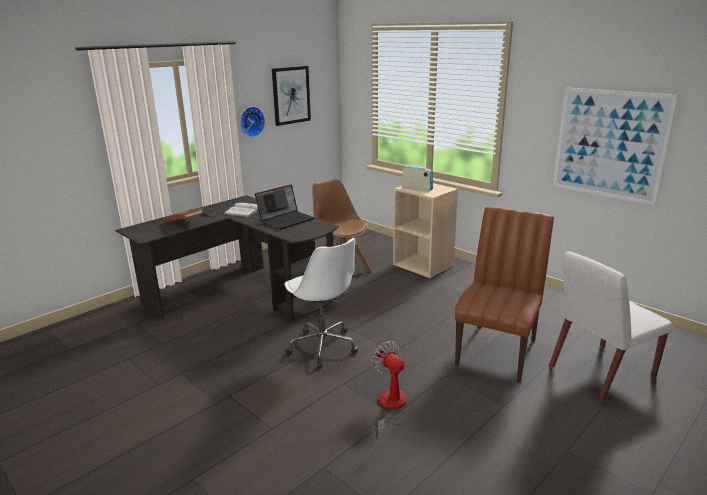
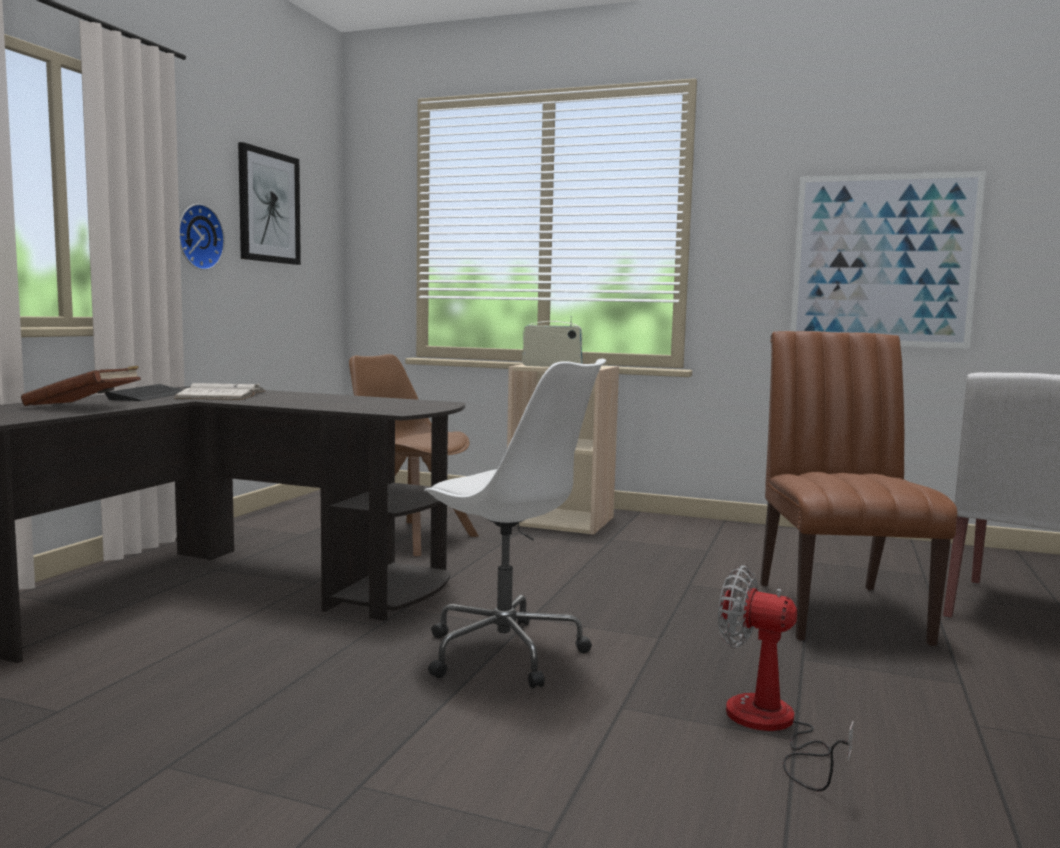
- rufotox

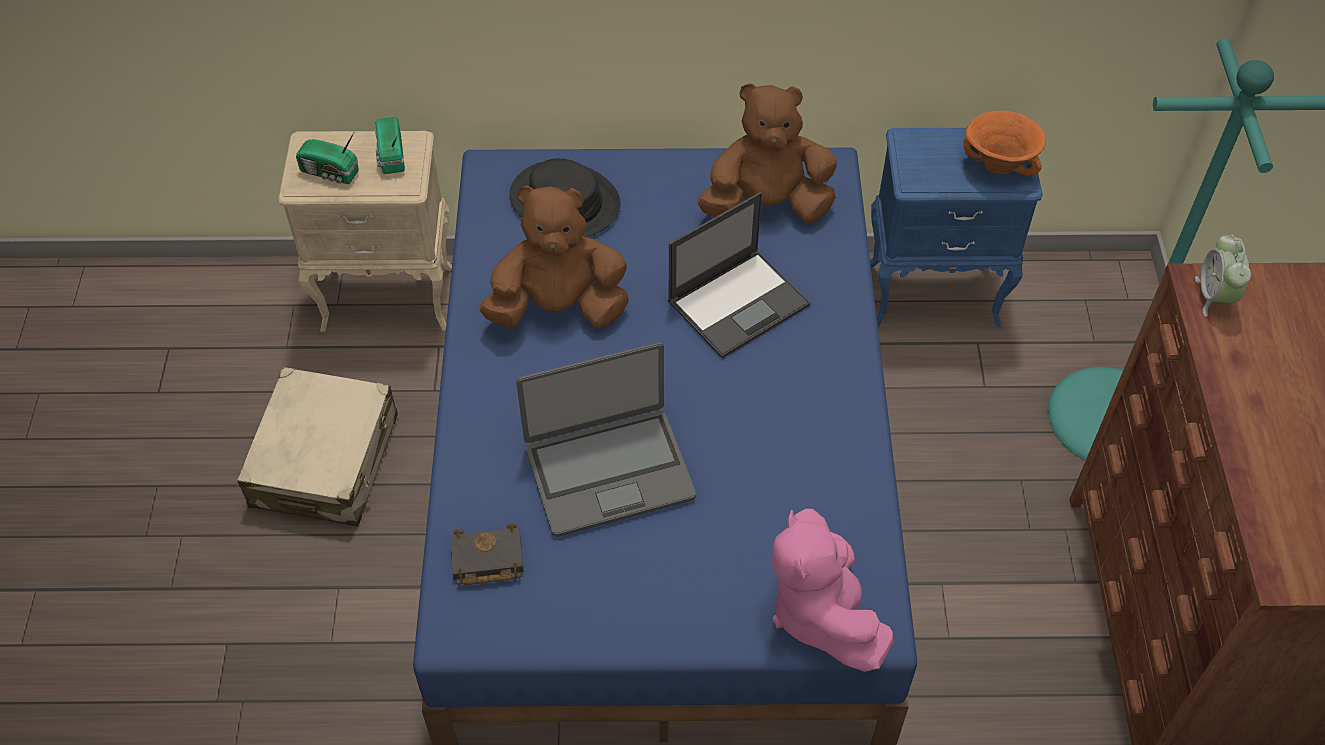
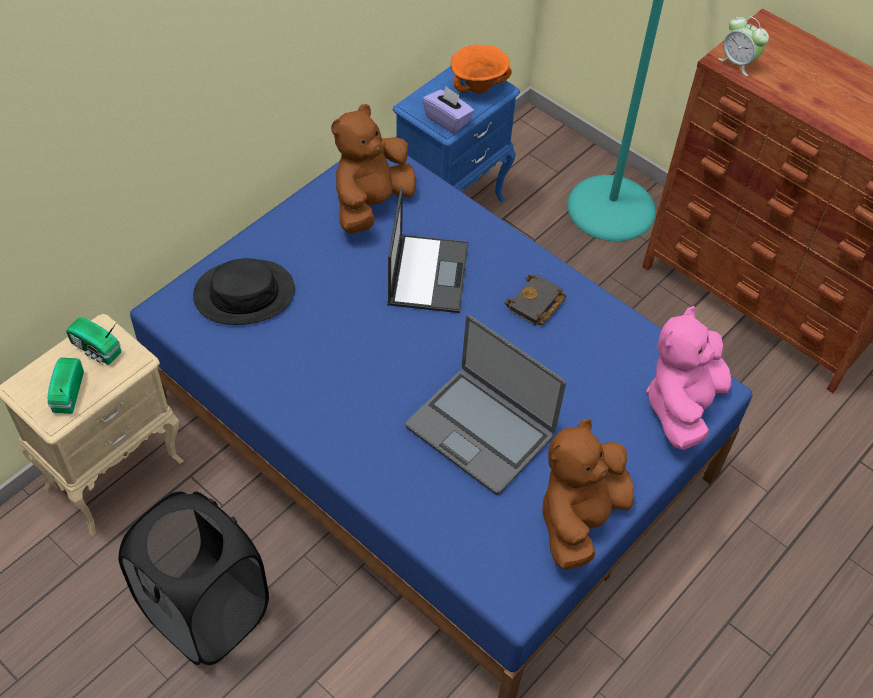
+ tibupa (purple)
~ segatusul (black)
~ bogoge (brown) (1st from left in the first image) to bogoge (brown) (2nd from left)
~ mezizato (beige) to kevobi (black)
~ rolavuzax (1st from left) 120 degrees clockwise
~ rufotox (1st from left in the first image) 105 degrees clockwise
~ bogoge (pink) 90 degrees clockwise

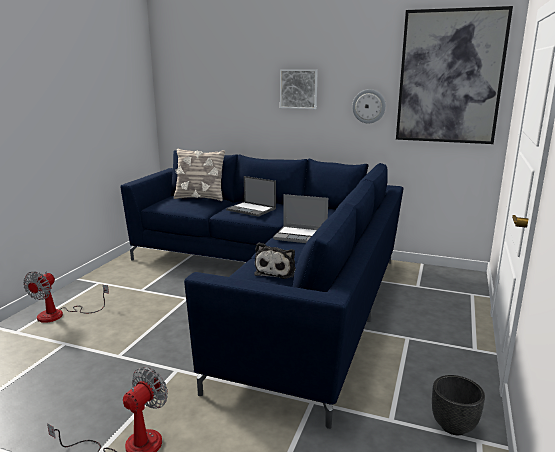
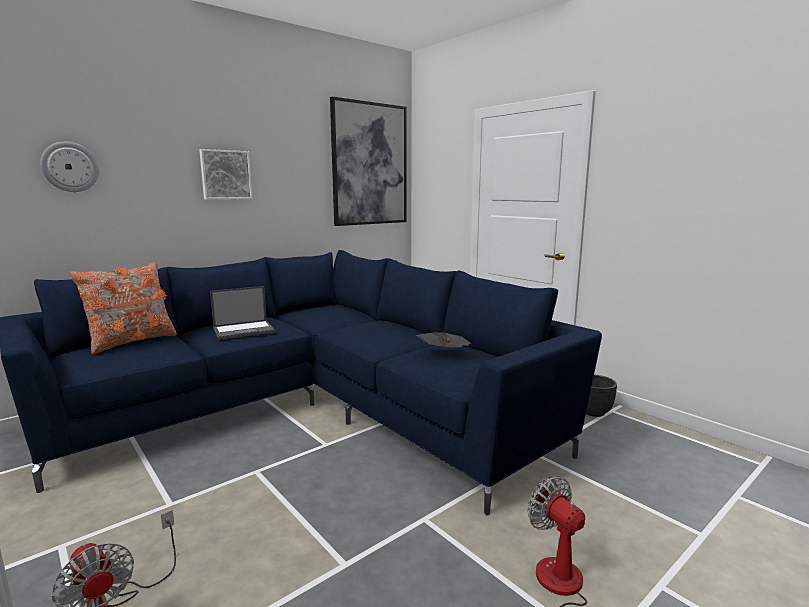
- rufotox (2nd from left)
~ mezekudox
~ bogoge to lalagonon
~ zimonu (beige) to zimonu (orange)

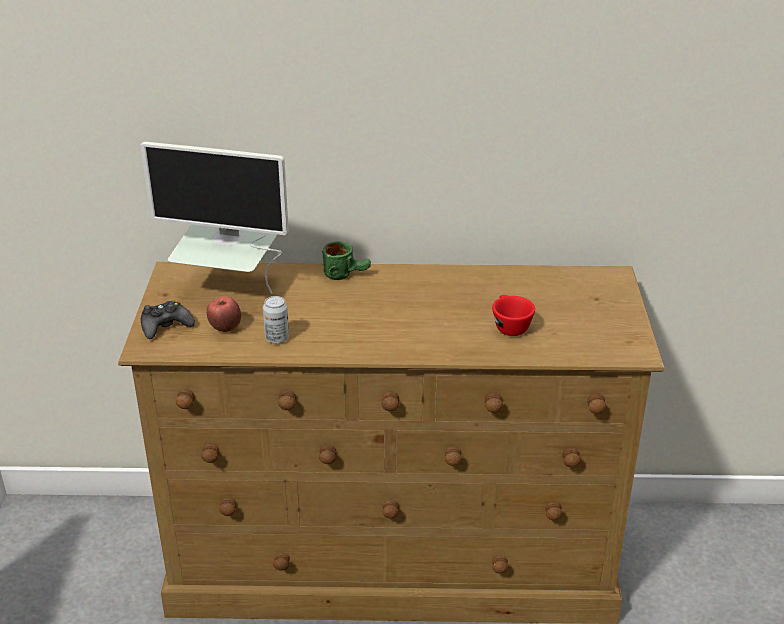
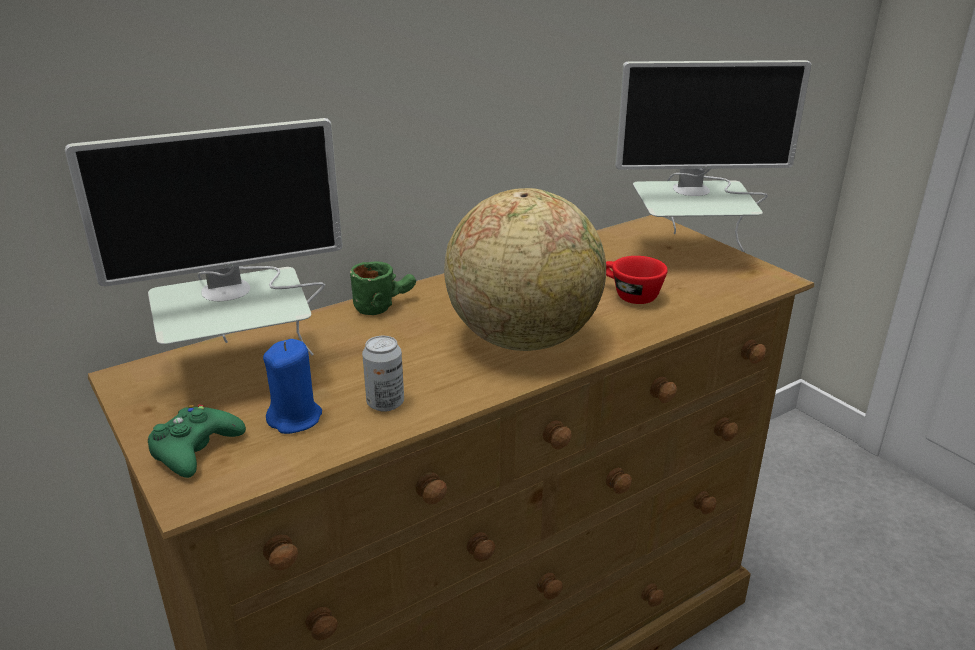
+ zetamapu
+ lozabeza (2nd from left)
~ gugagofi to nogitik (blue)
~ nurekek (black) to nurekek (green)

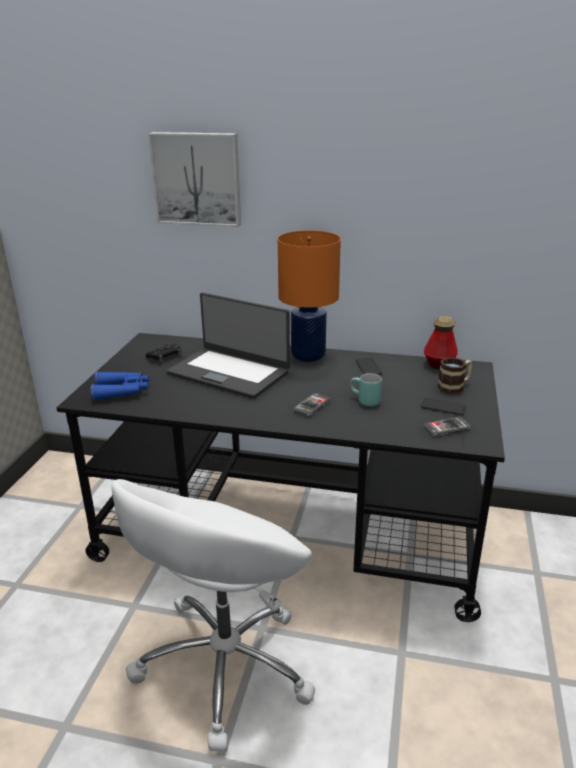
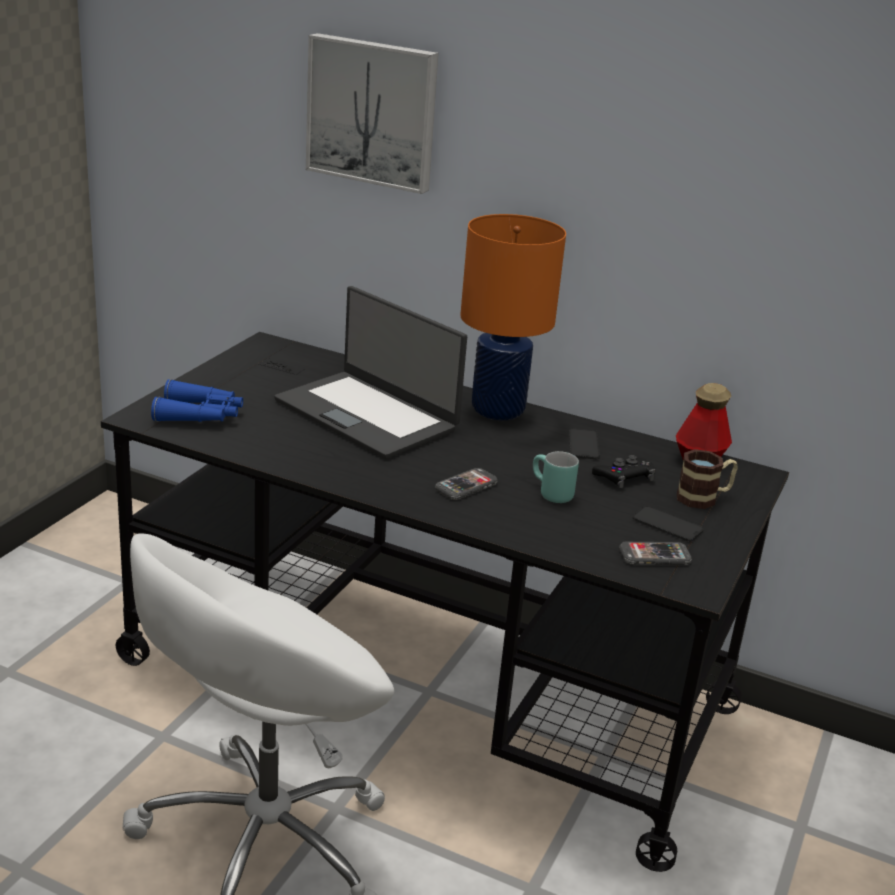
~ nurekek (black)

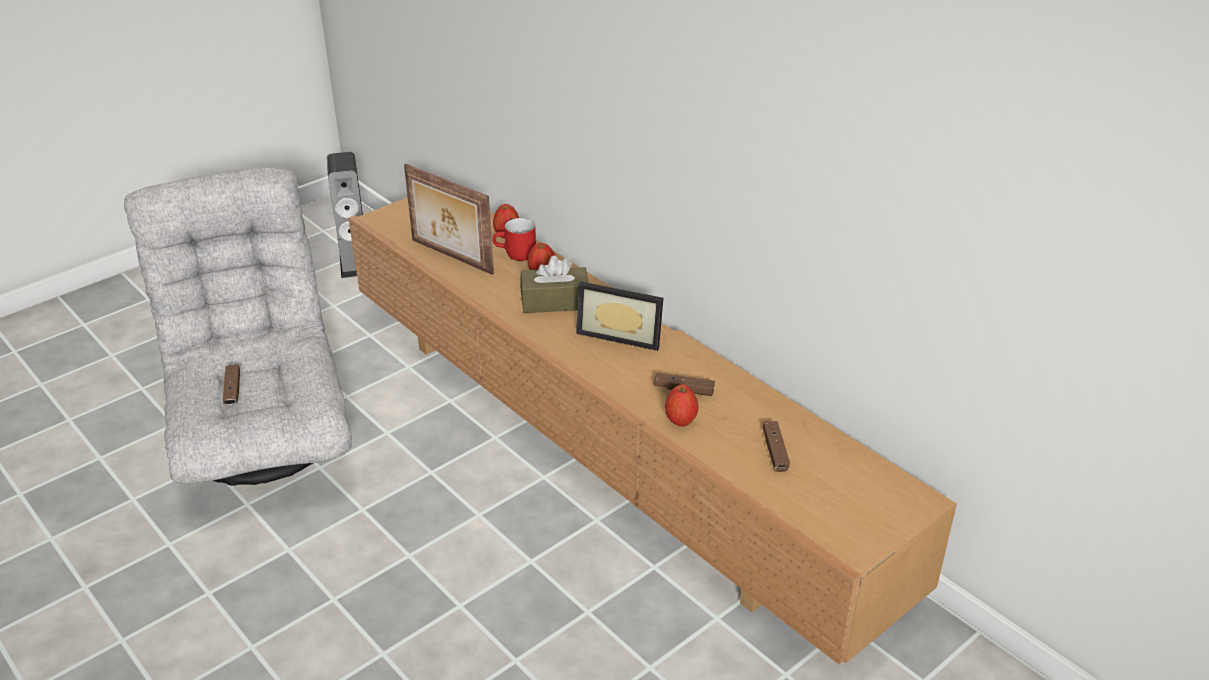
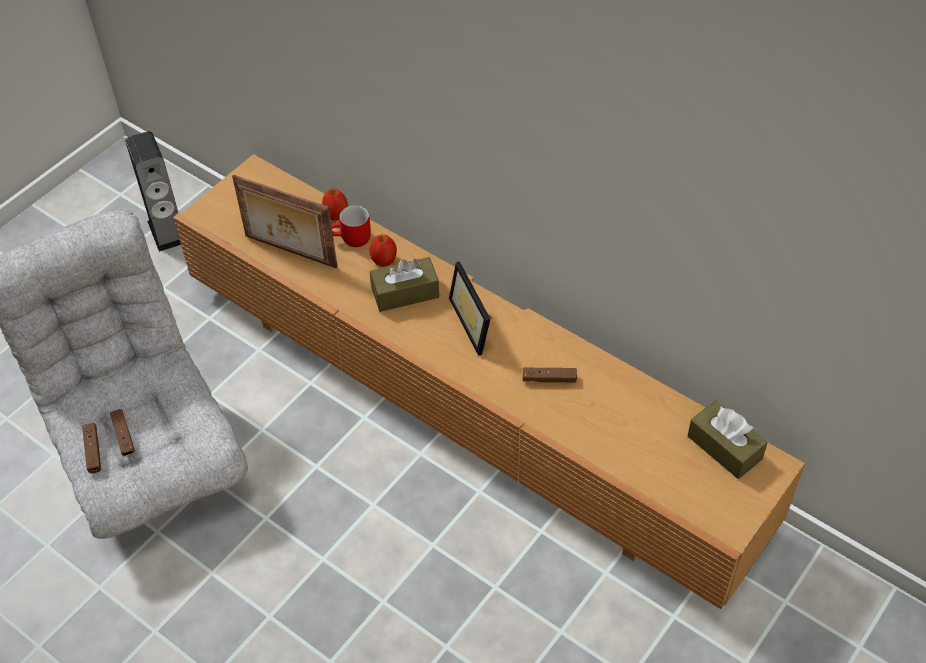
- gugagofi (3rd from left)
+ tibupa (brown) (2nd from left)
~ nurekek (brown) (3rd from left in the first image) to nurekek (brown) (1st from left)
~ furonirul (2nd from left) 60 degrees clockwise

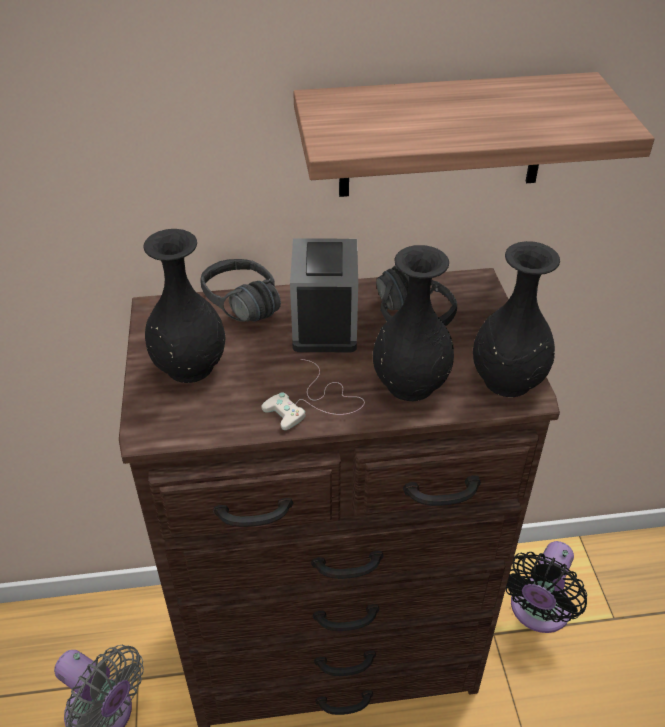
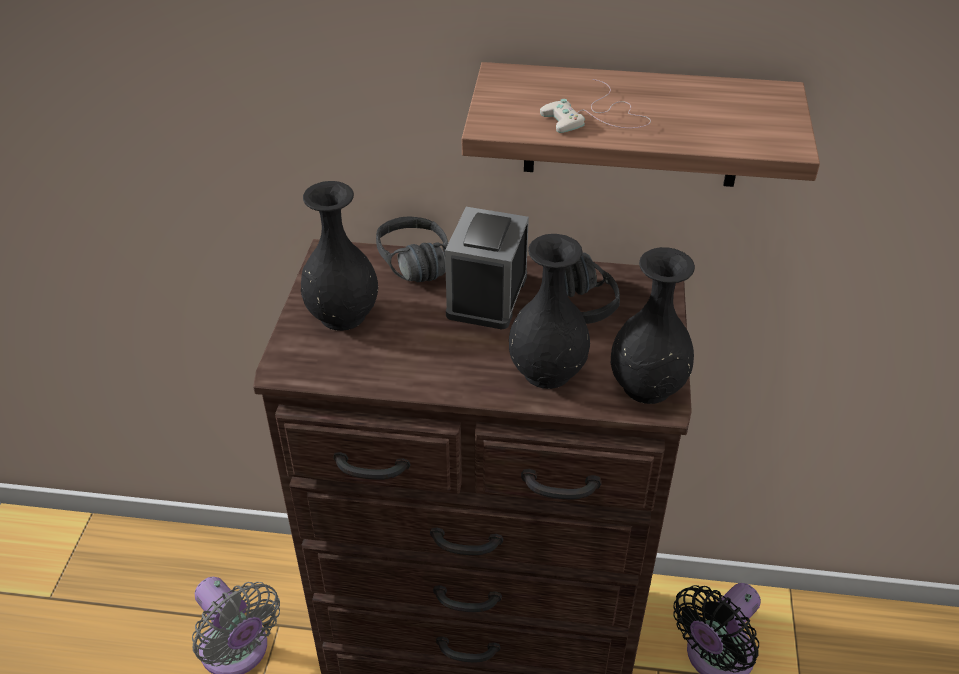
~ nurekek (white)

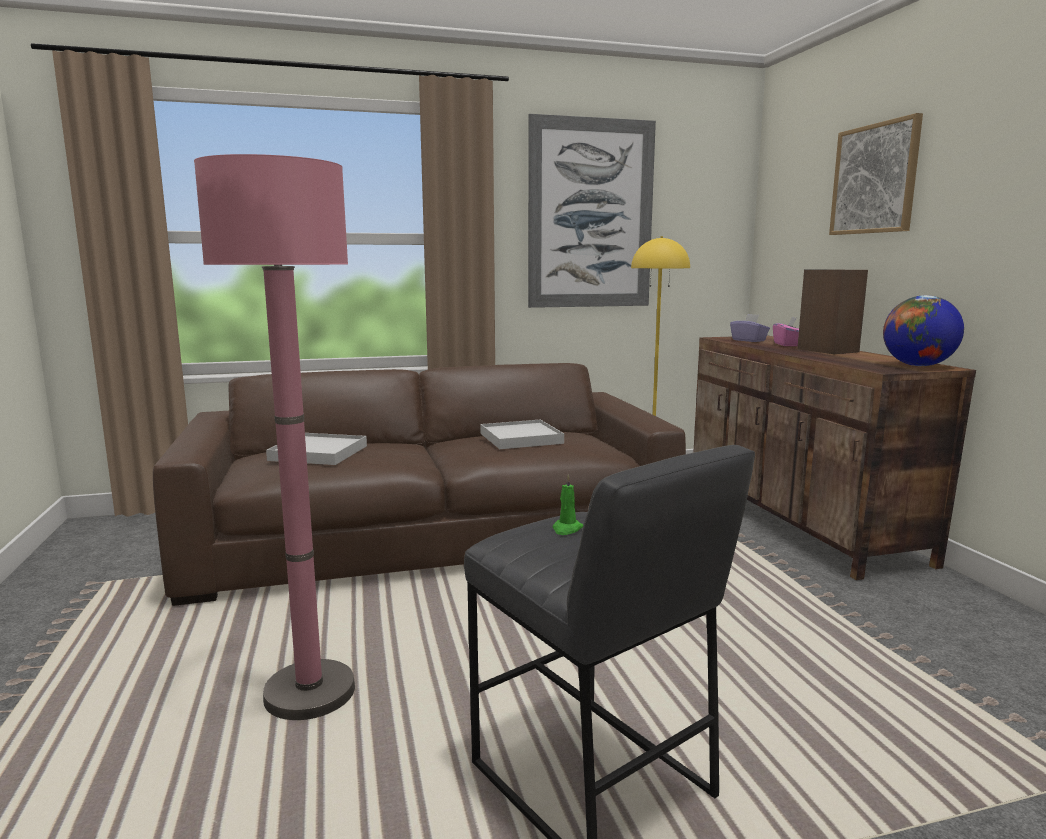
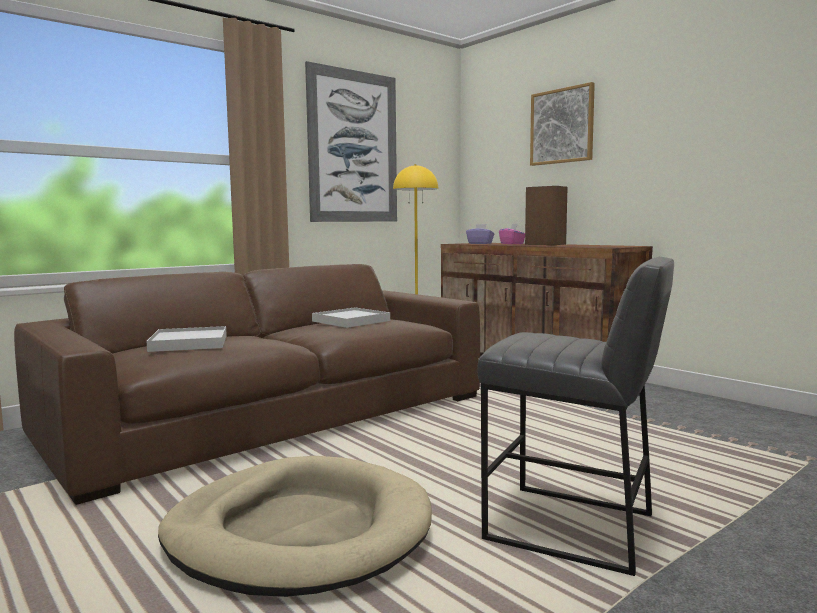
- nogitik (green)
- zetamapu
~ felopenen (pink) to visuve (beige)

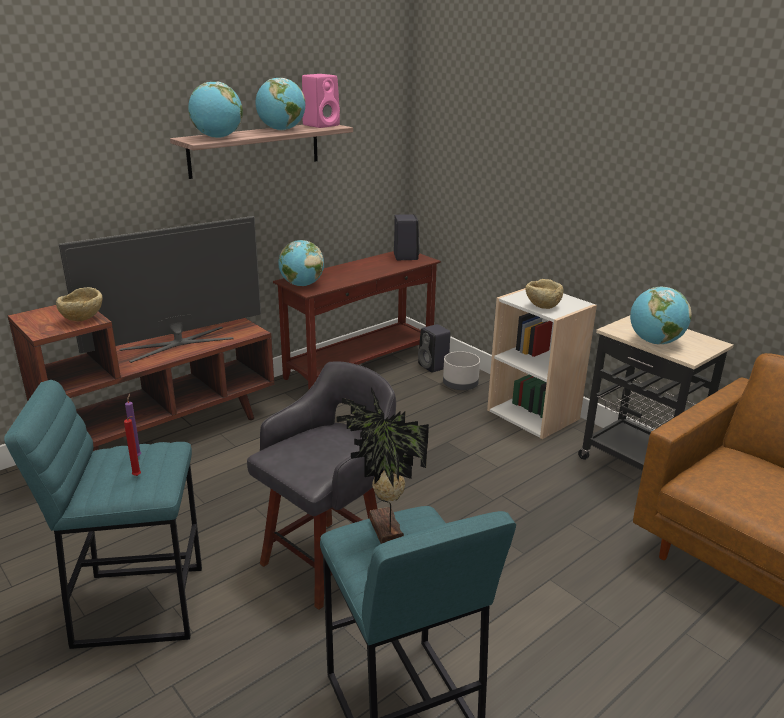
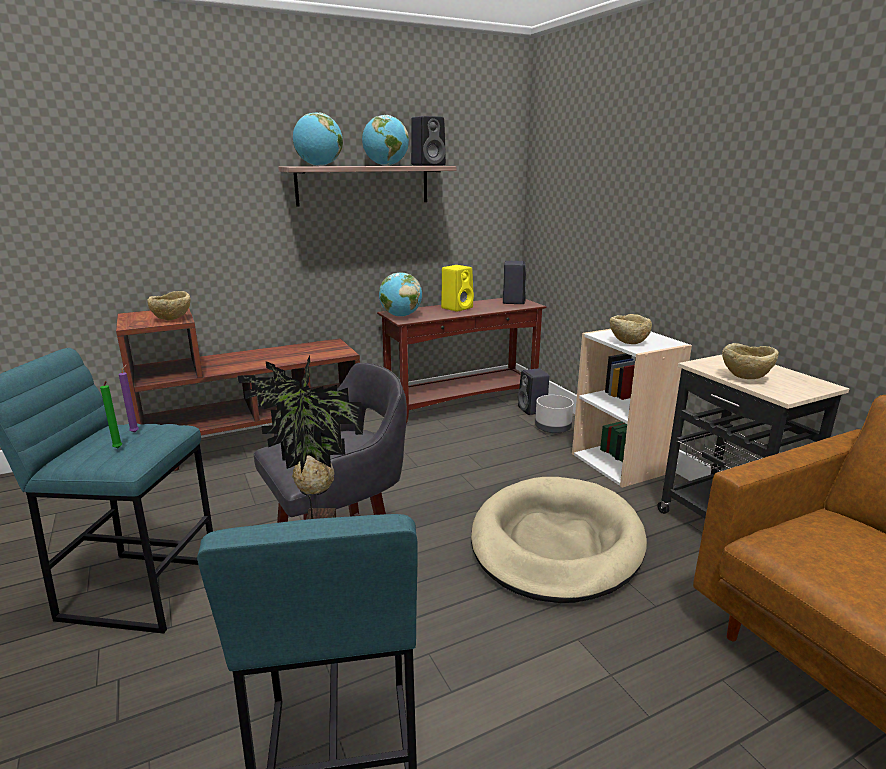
- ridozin
+ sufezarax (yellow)
+ visuve (beige)
~ zetamapu (4th from left) to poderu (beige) (3rd from left)
~ nogitik (red) to nogitik (green)
~ sufezarax (pink) to sufezarax (black) (1st from left)

